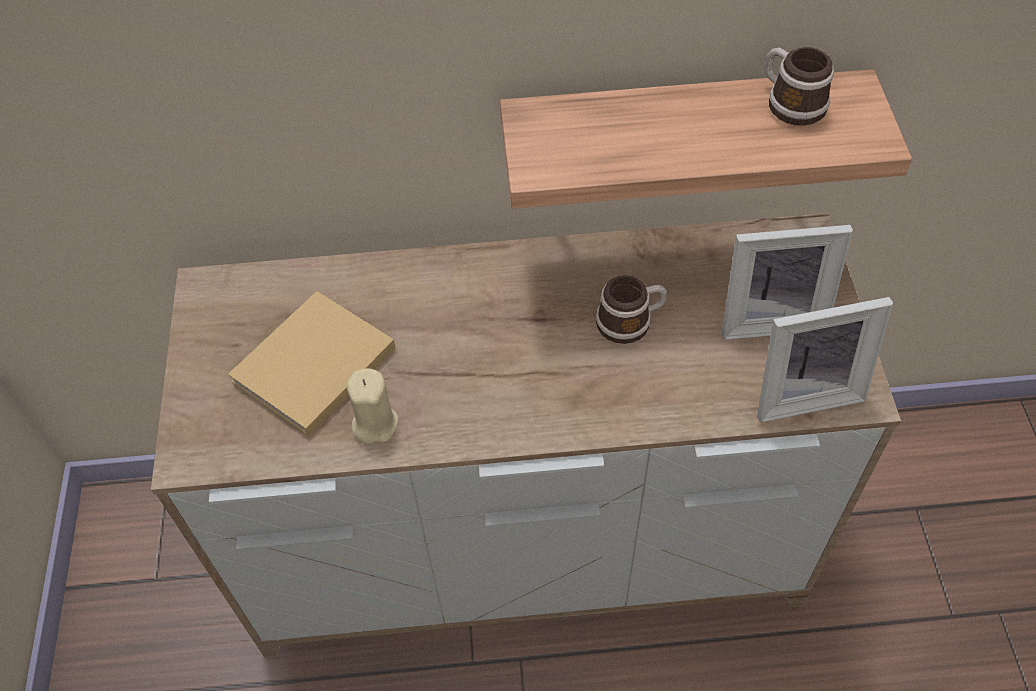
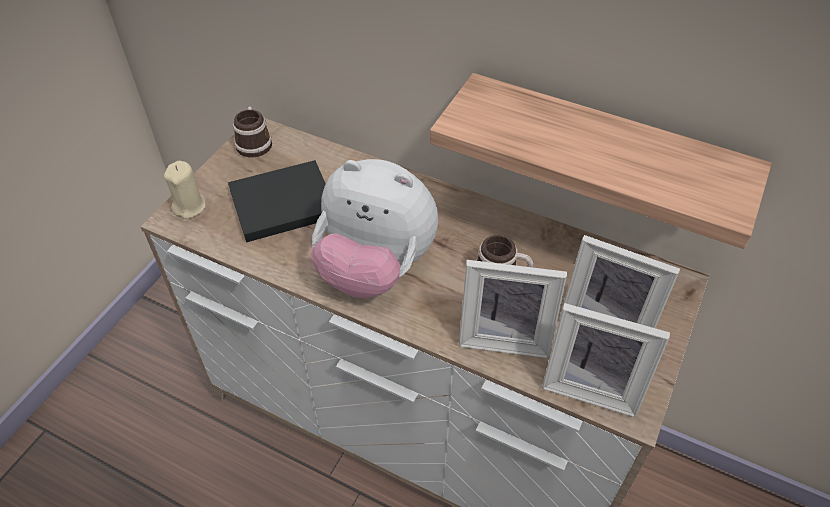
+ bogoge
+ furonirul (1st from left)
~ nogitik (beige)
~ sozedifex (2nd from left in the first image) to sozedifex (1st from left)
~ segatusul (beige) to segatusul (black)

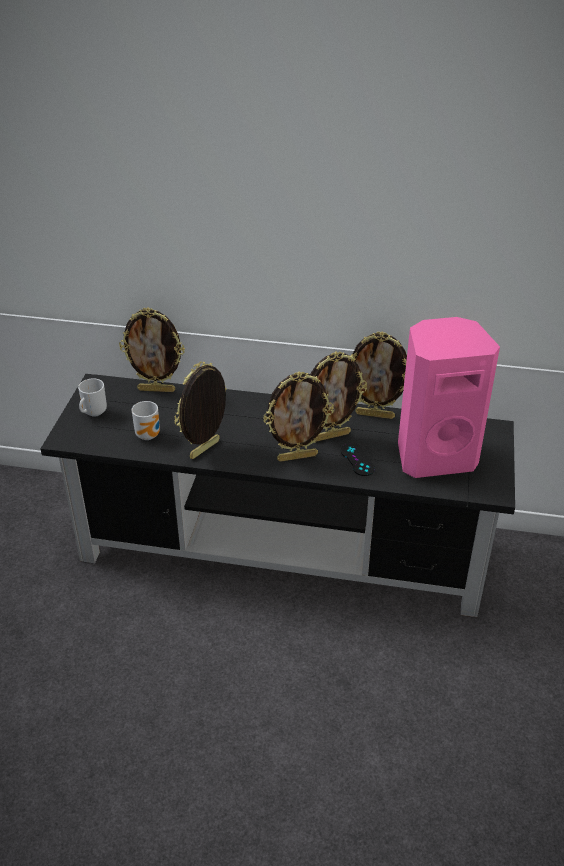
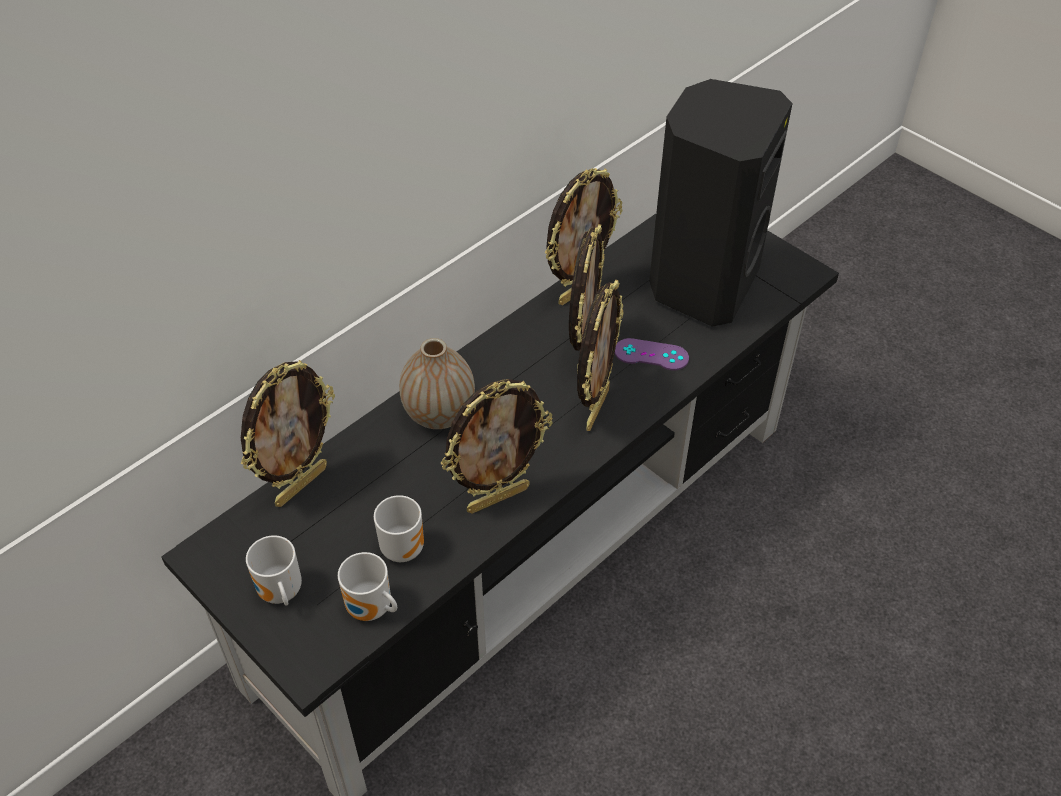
+ sozedifex (2nd from left)
+ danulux
~ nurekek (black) to nurekek (purple)
~ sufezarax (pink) to sufezarax (black)
~ furonirul (2nd from left) 105 degrees counterclockwise

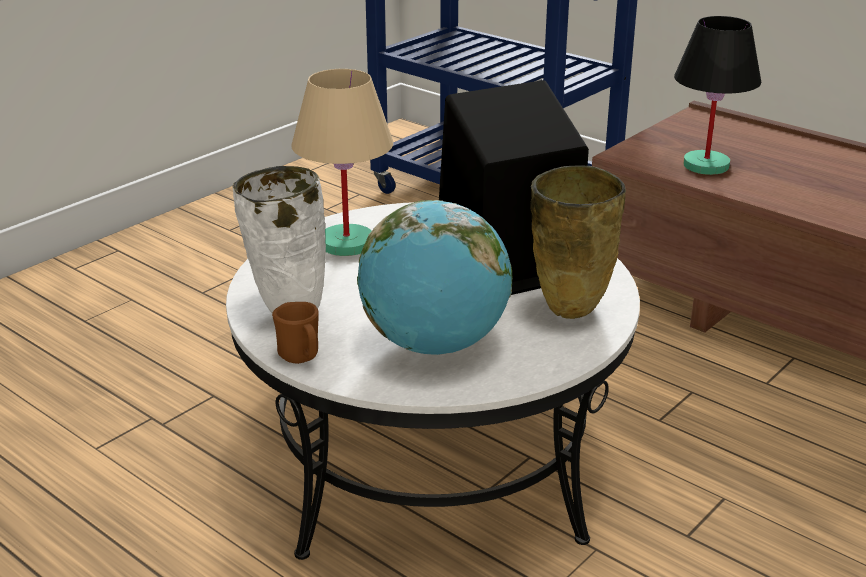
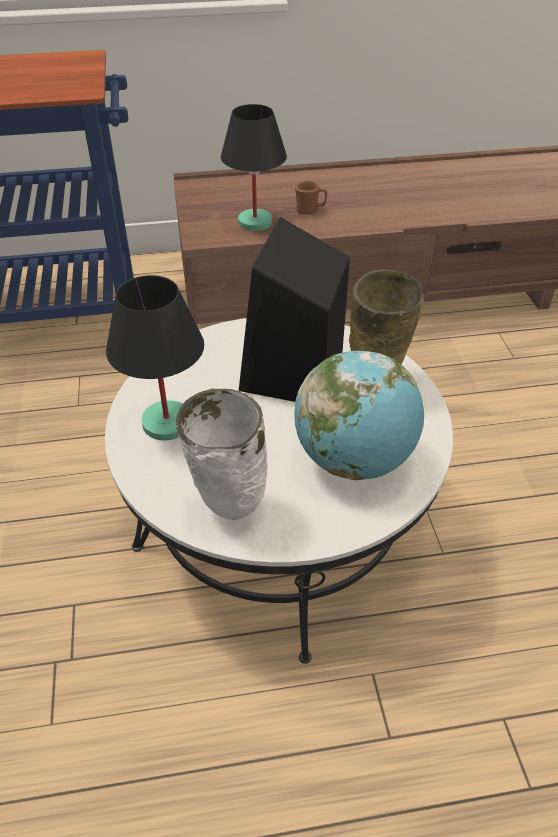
~ sozedifex (brown)
~ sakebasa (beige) to sakebasa (black) (1st from left)

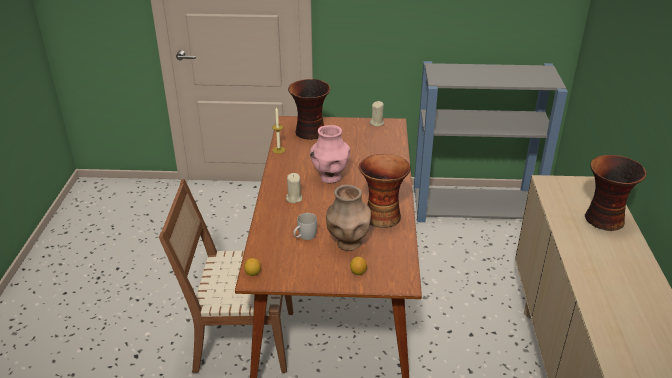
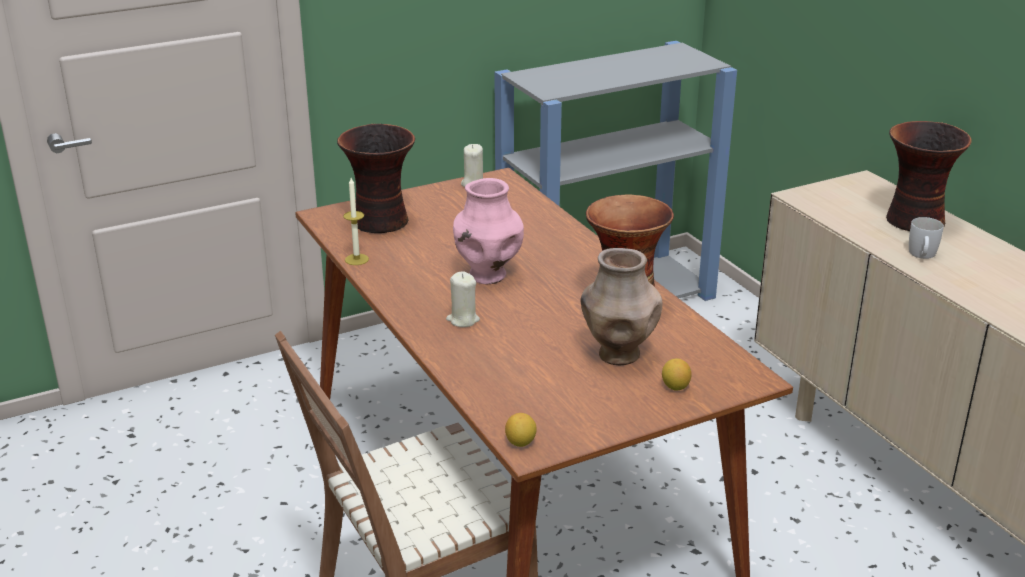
~ sozedifex (white)

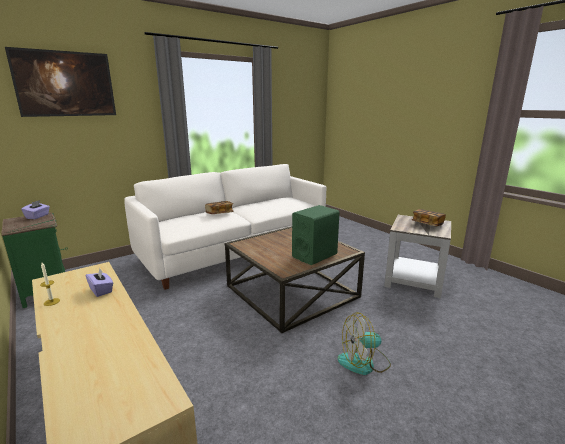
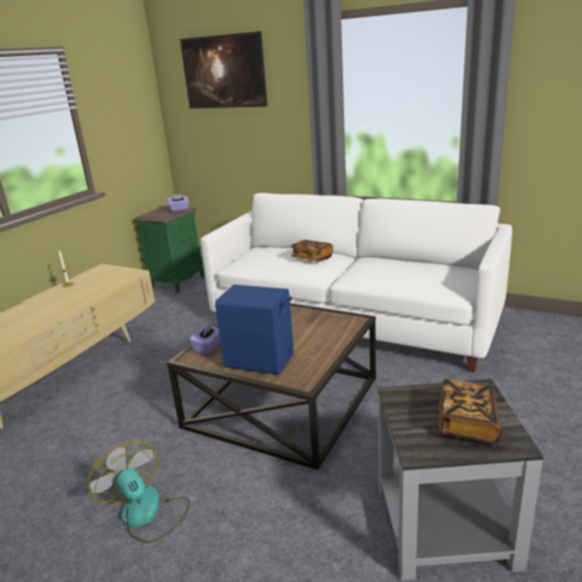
~ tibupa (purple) (2nd from left)
~ sufezarax (green) to sufezarax (blue)

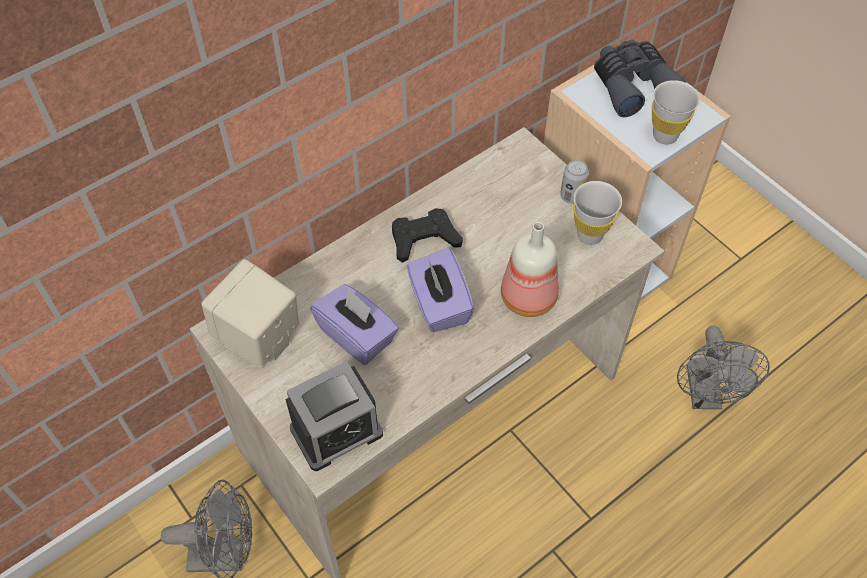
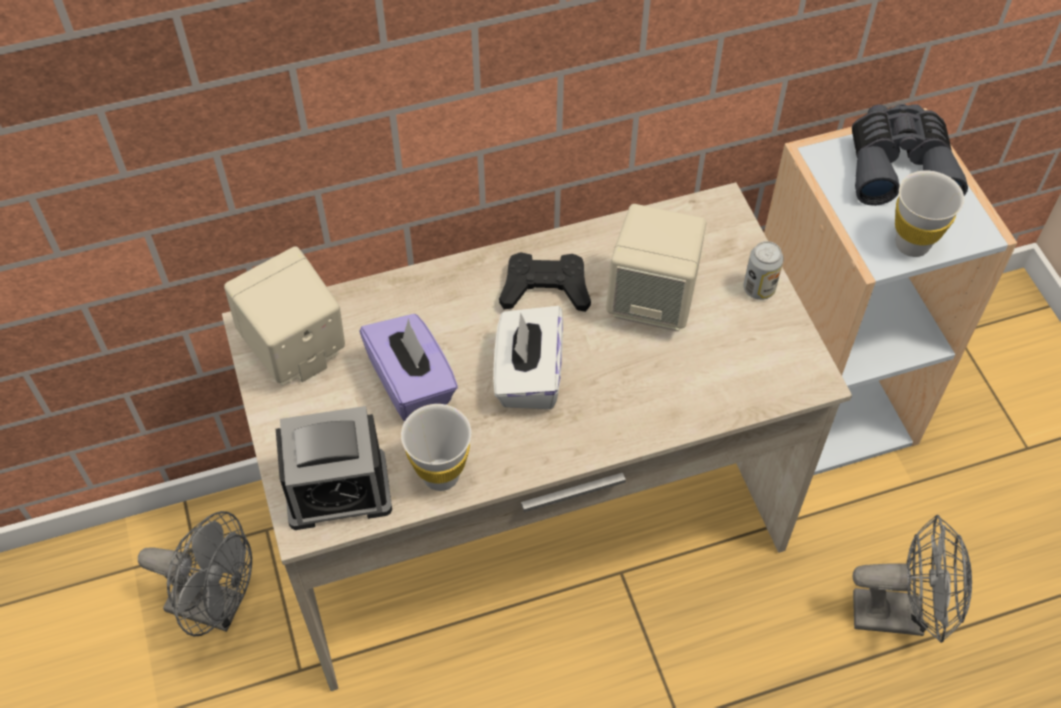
- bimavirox
+ sufezarax (beige) (2nd from left)
~ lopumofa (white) (1st from left)
~ tibupa (purple) (2nd from left) to tibupa (white)
~ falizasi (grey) (2nd from left) 105 degrees counterclockwise

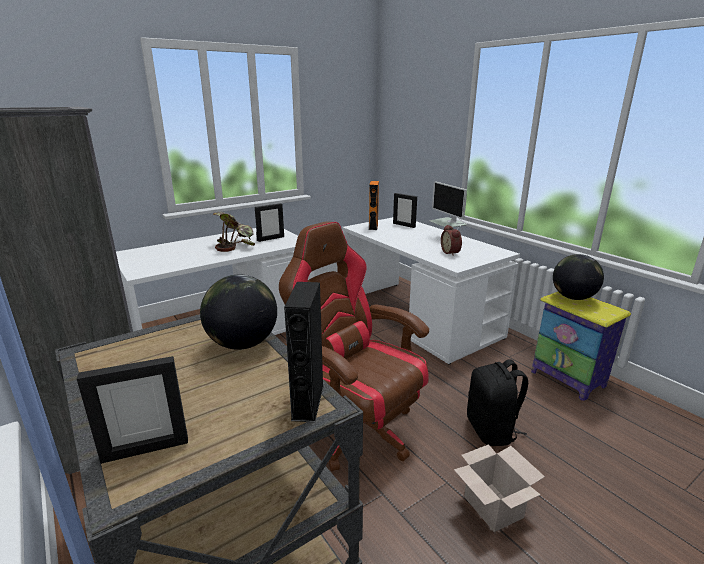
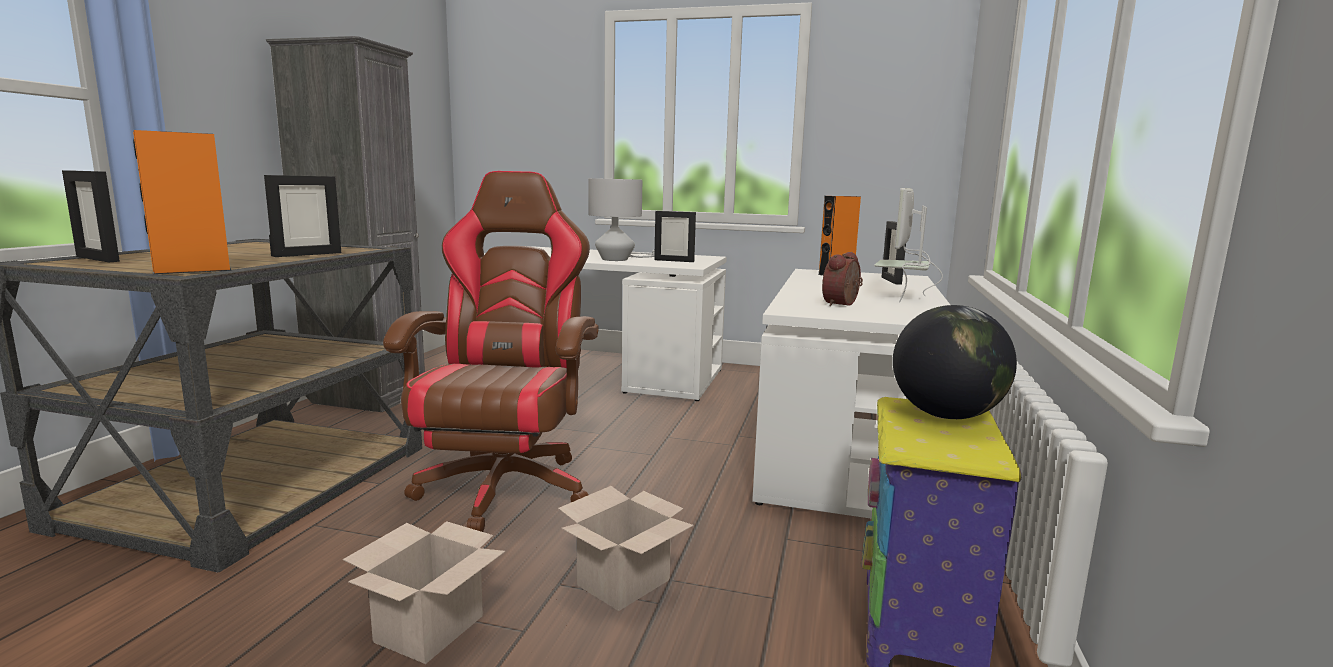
~ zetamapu (1st from left) to furonirul (2nd from left)
~ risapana to sakebasa (white)
~ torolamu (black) to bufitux (2nd from left)
~ sufezarax (black) to sufezarax (orange) (1st from left)

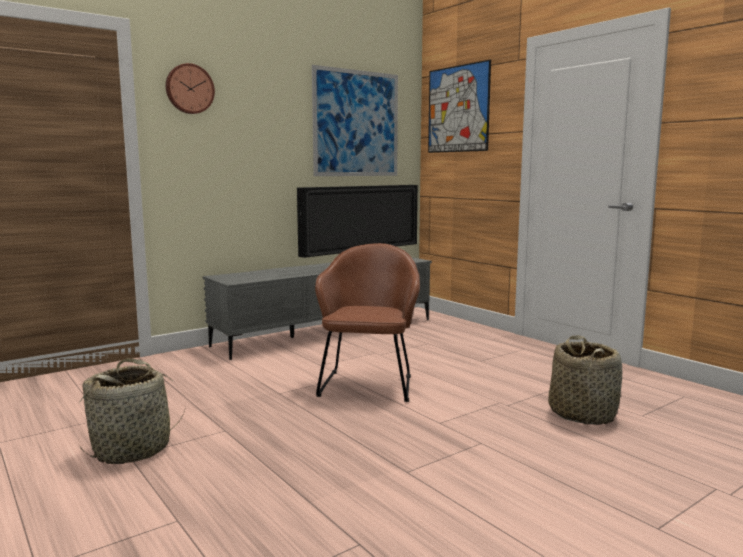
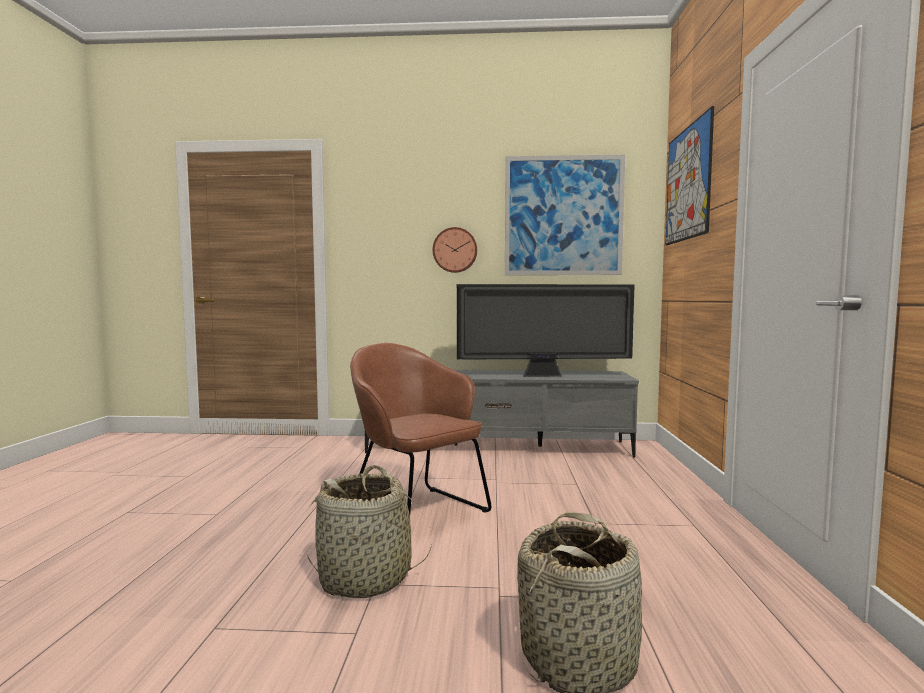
~ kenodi (1st from left)
~ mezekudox
~ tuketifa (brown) 90 degrees counterclockwise

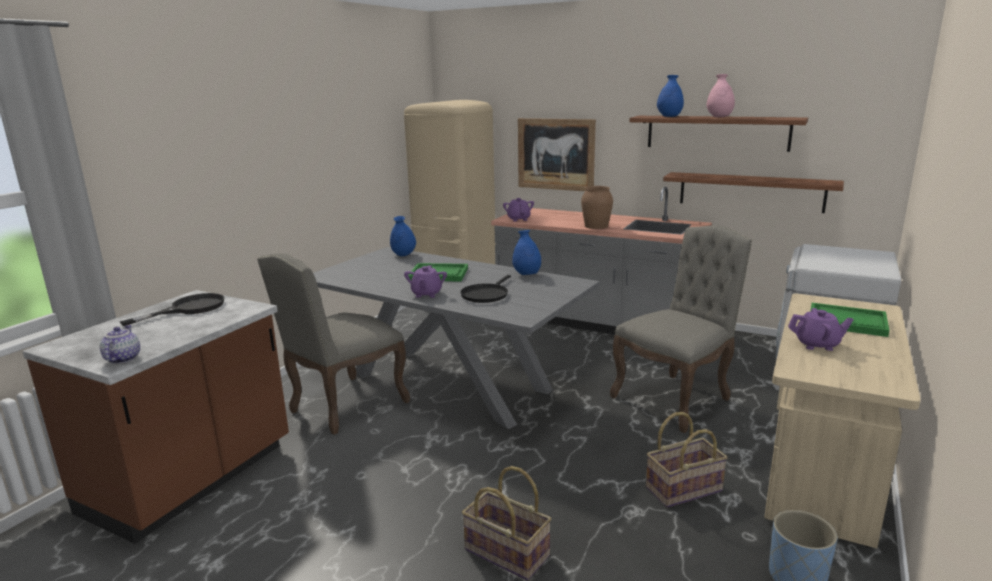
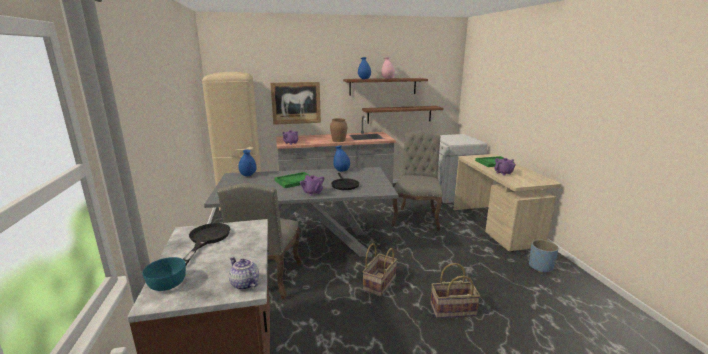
+ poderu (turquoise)
~ kenodi (2nd from left in the first image) to kenodi (1st from left)

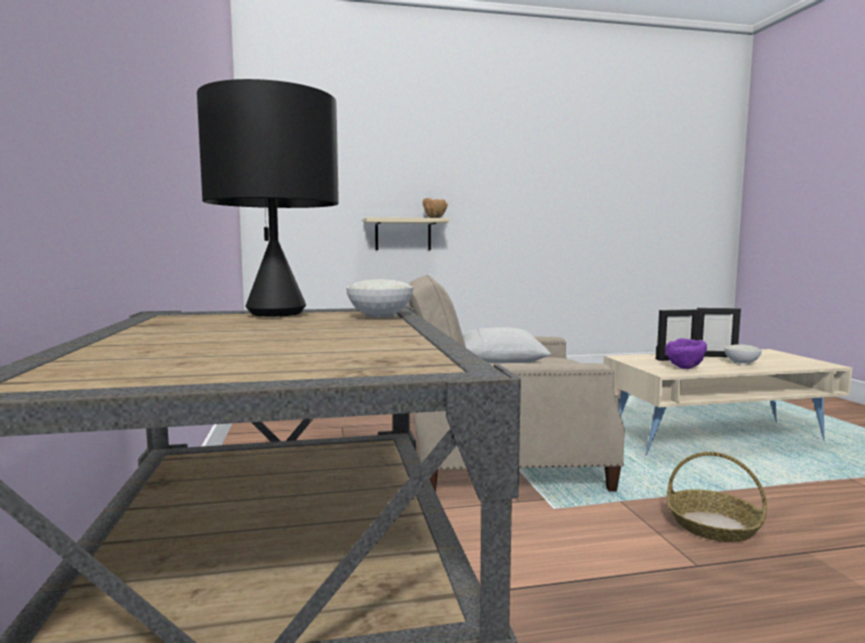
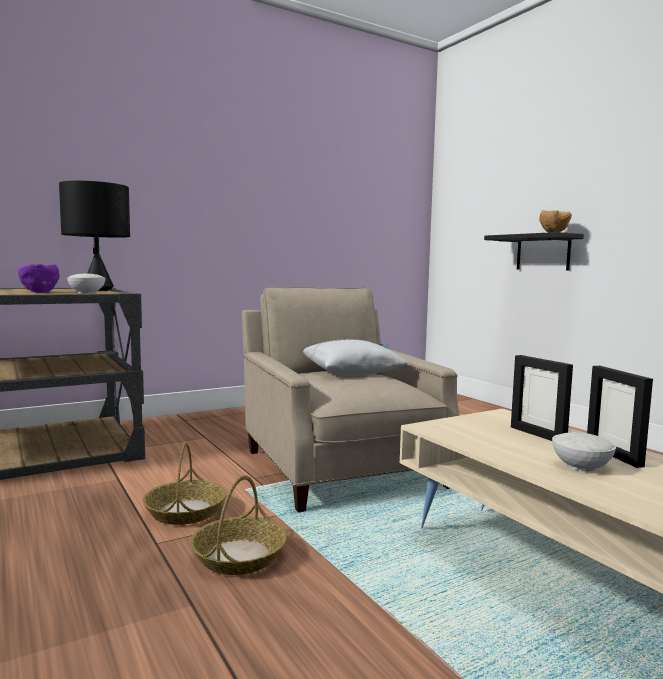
+ kenodi (1st from left)
~ poderu (purple)
~ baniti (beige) to baniti (black)

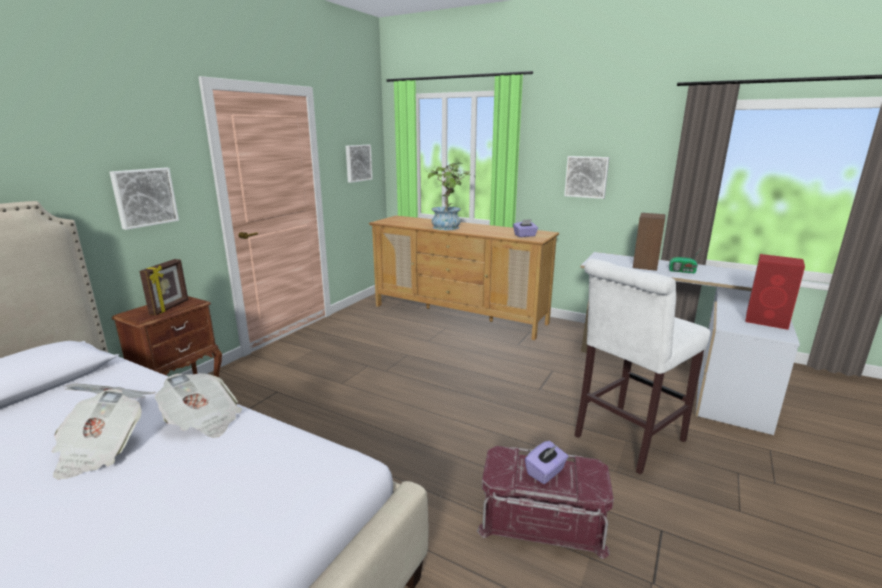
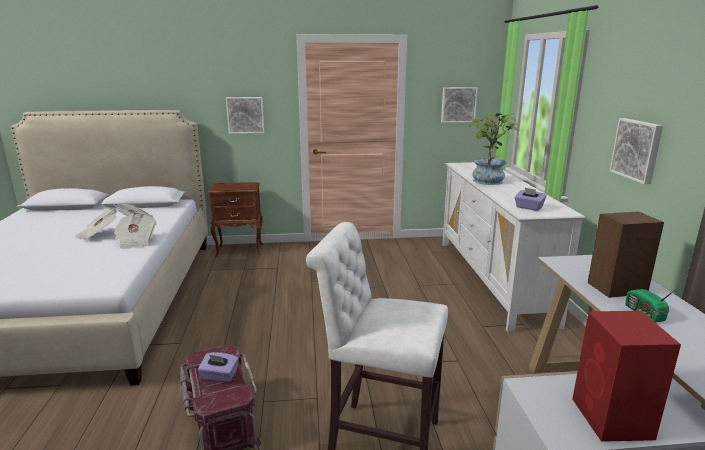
- furonirul
~ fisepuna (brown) to fisepuna (white)

